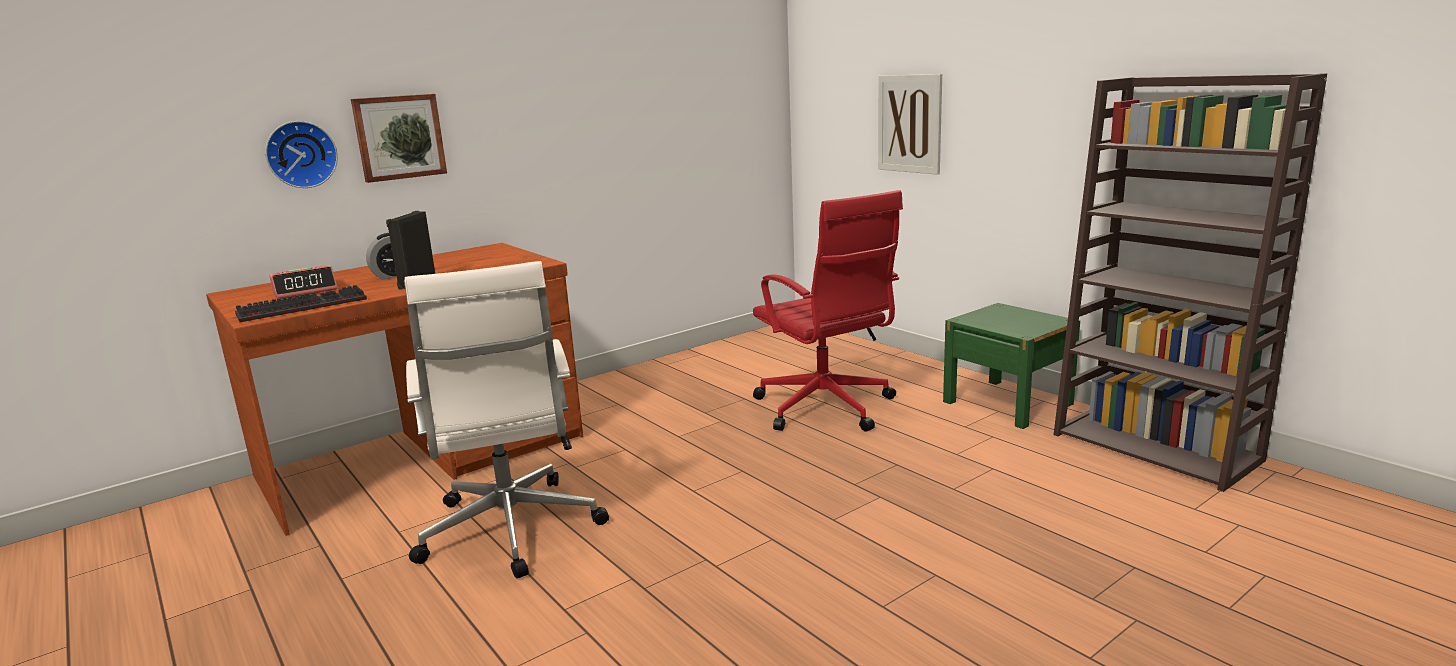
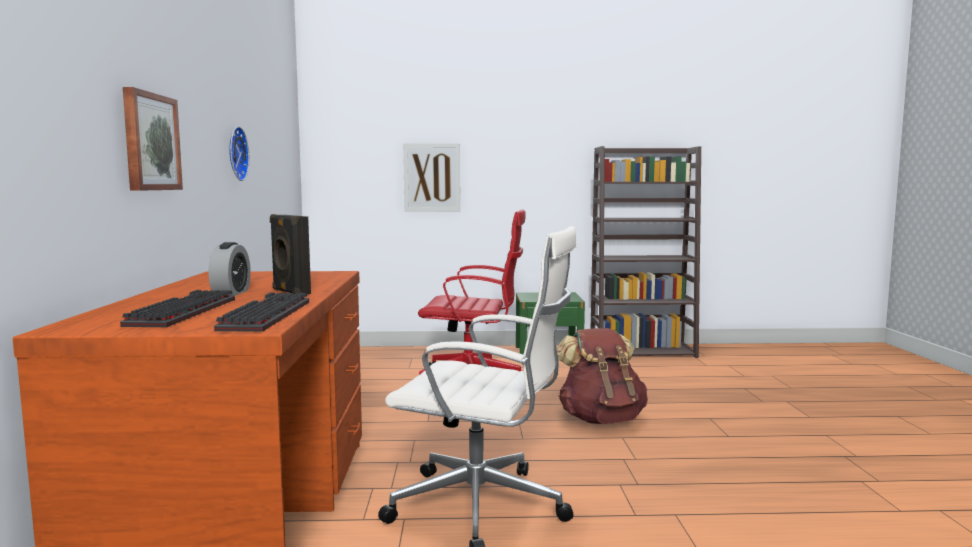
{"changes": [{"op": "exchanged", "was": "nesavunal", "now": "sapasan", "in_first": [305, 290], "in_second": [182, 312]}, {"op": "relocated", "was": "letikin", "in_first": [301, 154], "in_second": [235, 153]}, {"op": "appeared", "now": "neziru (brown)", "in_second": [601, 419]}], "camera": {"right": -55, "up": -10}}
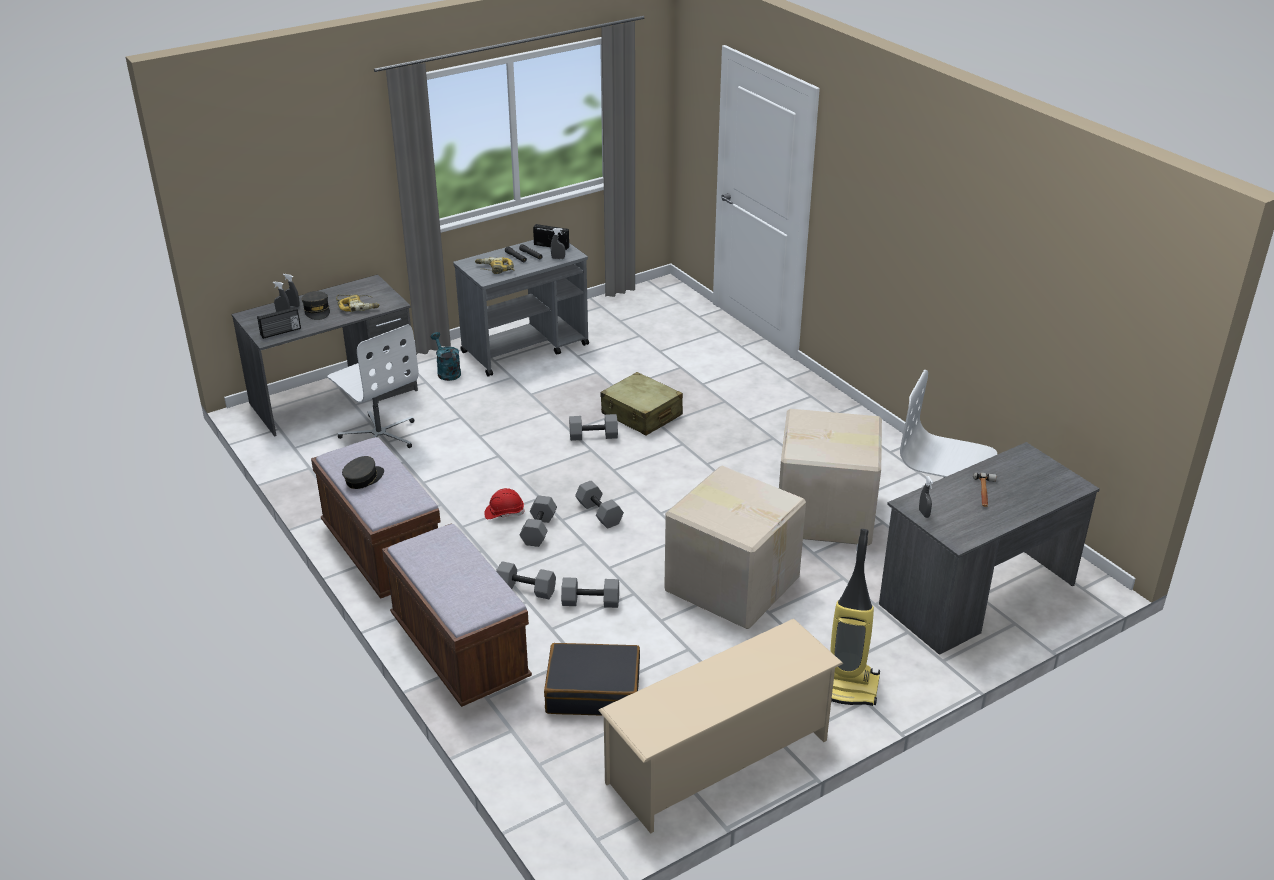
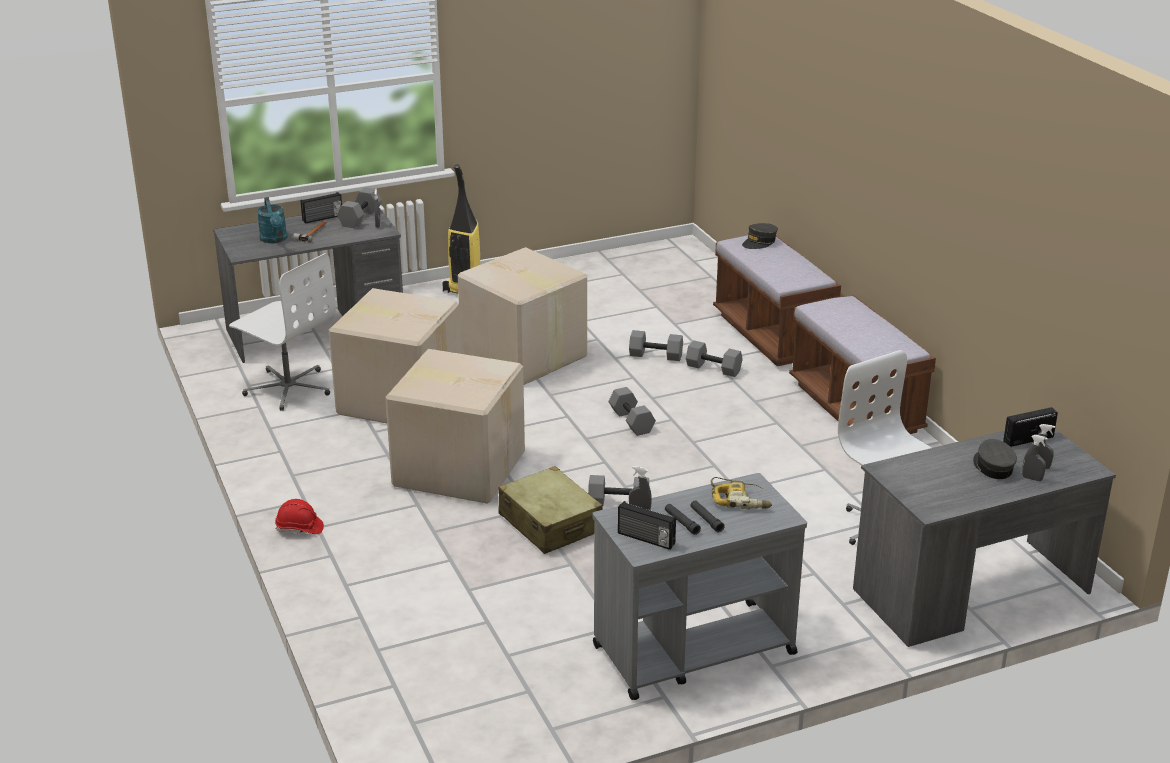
{"changes": [{"op": "relocated", "was": "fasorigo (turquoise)", "in_first": [447, 371], "in_second": [274, 240]}, {"op": "relocated", "was": "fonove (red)", "in_first": [504, 513], "in_second": [299, 528]}, {"op": "appeared", "now": "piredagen", "in_second": [323, 218]}, {"op": "relocated", "was": "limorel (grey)", "in_first": [539, 530], "in_second": [360, 217]}, {"op": "appeared", "now": "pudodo", "in_second": [458, 468]}, {"op": "relocated", "was": "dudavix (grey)", "in_first": [364, 478], "in_second": [759, 242]}, {"op": "missing", "was": "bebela", "in_first": [358, 306]}, {"op": "missing", "was": "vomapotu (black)", "in_first": [593, 690]}, {"op": "missing", "was": "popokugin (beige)", "in_first": [719, 761]}], "camera": {"right": -170, "up": -5}}
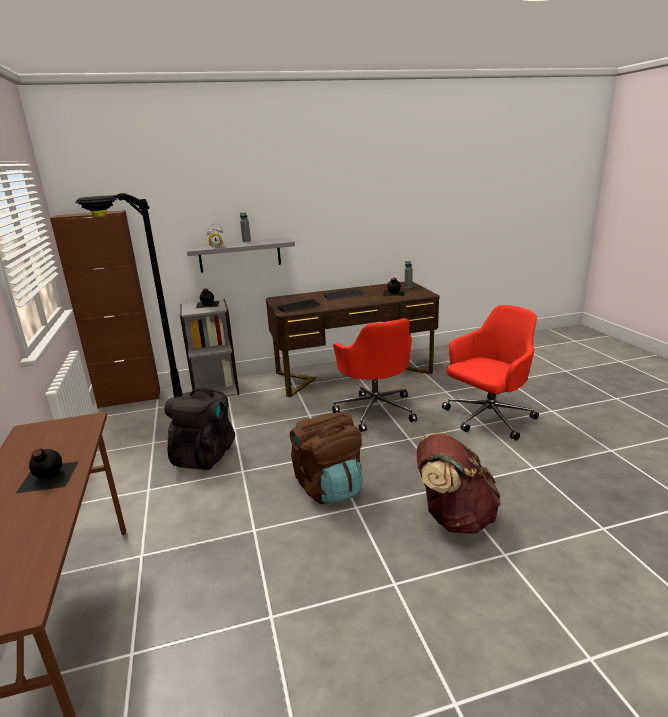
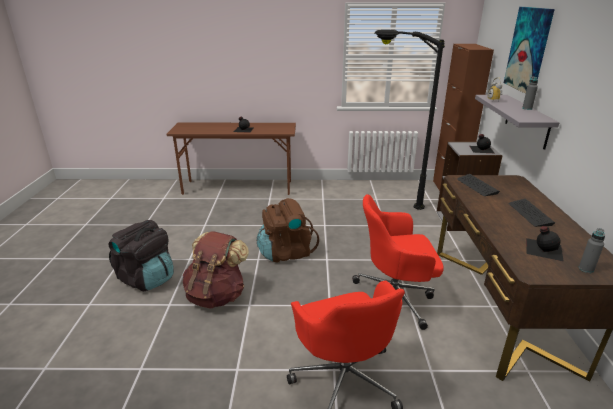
{"changes": [{"op": "relocated", "was": "neziru (black)", "in_first": [205, 454], "in_second": [147, 278]}, {"op": "appeared", "now": "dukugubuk", "in_second": [528, 50]}], "camera": {"right": 105, "up": 5}}
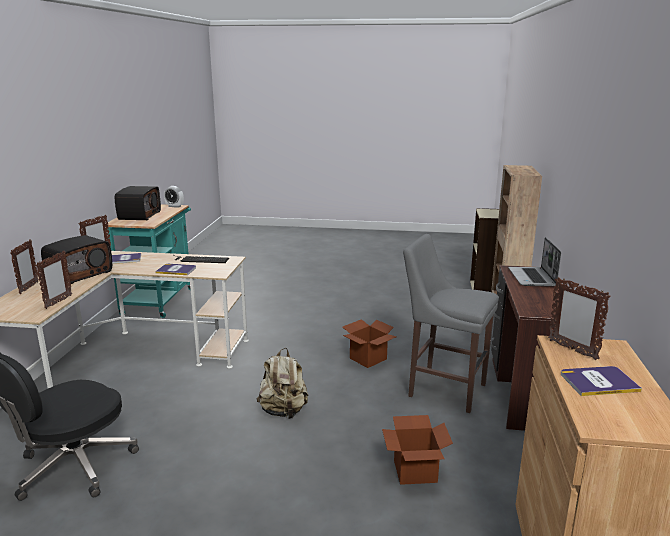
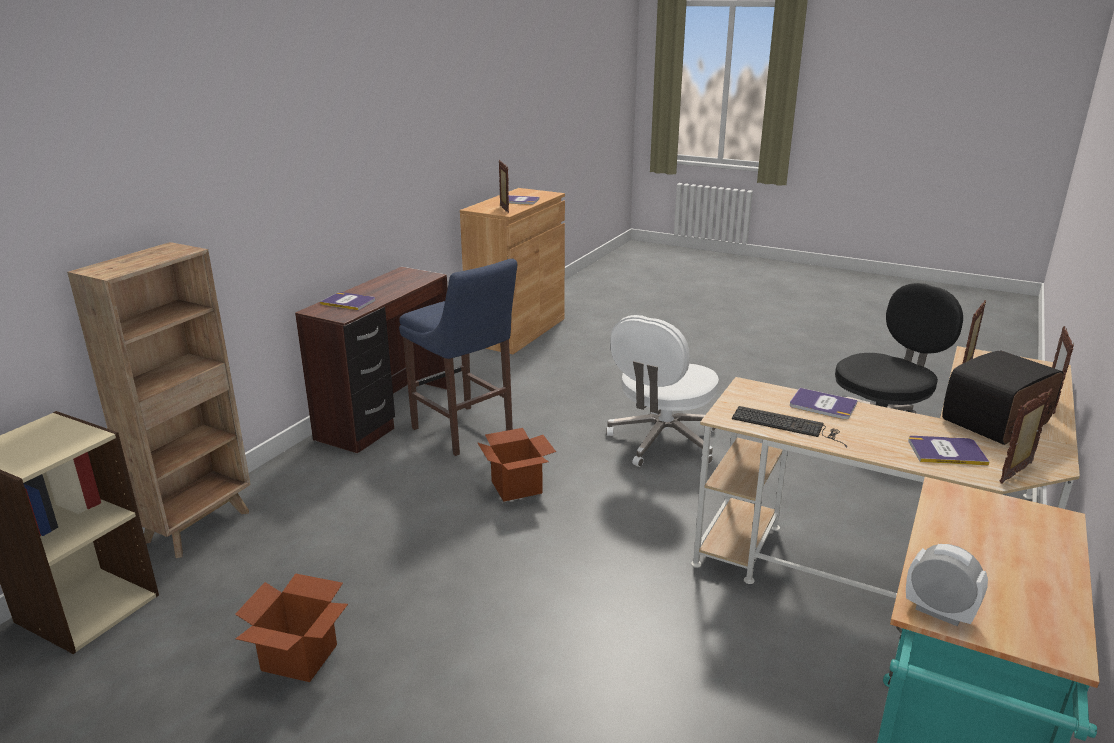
{"changes": [{"op": "relocated", "was": "pudodo", "in_first": [415, 471], "in_second": [299, 658]}, {"op": "exchanged", "was": "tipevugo", "now": "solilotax", "in_first": [532, 278], "in_second": [348, 302]}, {"op": "colour", "was": "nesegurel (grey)", "now": "nesegurel (blue)", "in_first": [443, 389], "in_second": [465, 432]}, {"op": "exchanged", "was": "neziru (beige)", "now": "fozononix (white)", "in_first": [283, 411], "in_second": [662, 442]}, {"op": "missing", "was": "piredagen", "in_first": [139, 215]}], "camera": {"right": -160, "up": 5}}
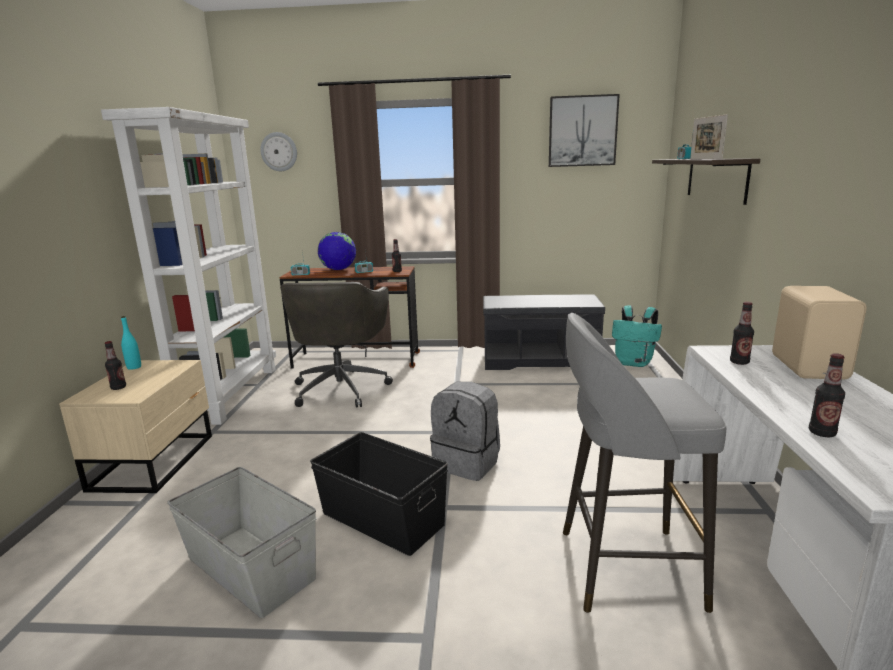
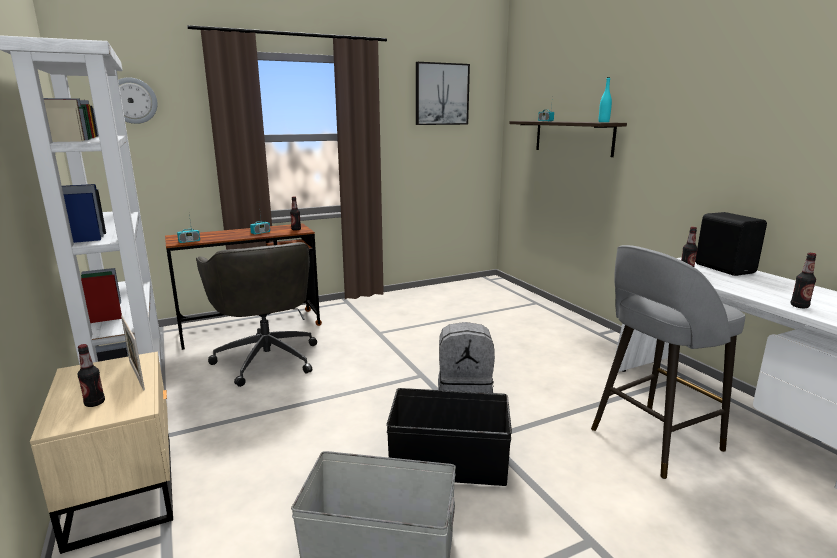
{"changes": [{"op": "relocated", "was": "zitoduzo", "in_first": [705, 158], "in_second": [136, 375]}, {"op": "relocated", "was": "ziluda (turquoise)", "in_first": [134, 367], "in_second": [603, 122]}, {"op": "colour", "was": "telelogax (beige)", "now": "telelogax (black)", "in_first": [810, 367], "in_second": [724, 268]}, {"op": "missing", "was": "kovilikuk", "in_first": [338, 269]}, {"op": "missing", "was": "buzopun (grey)", "in_first": [540, 360]}, {"op": "missing", "was": "neziru (turquoise)", "in_first": [634, 363]}], "camera": {"right": -30, "up": 0}}
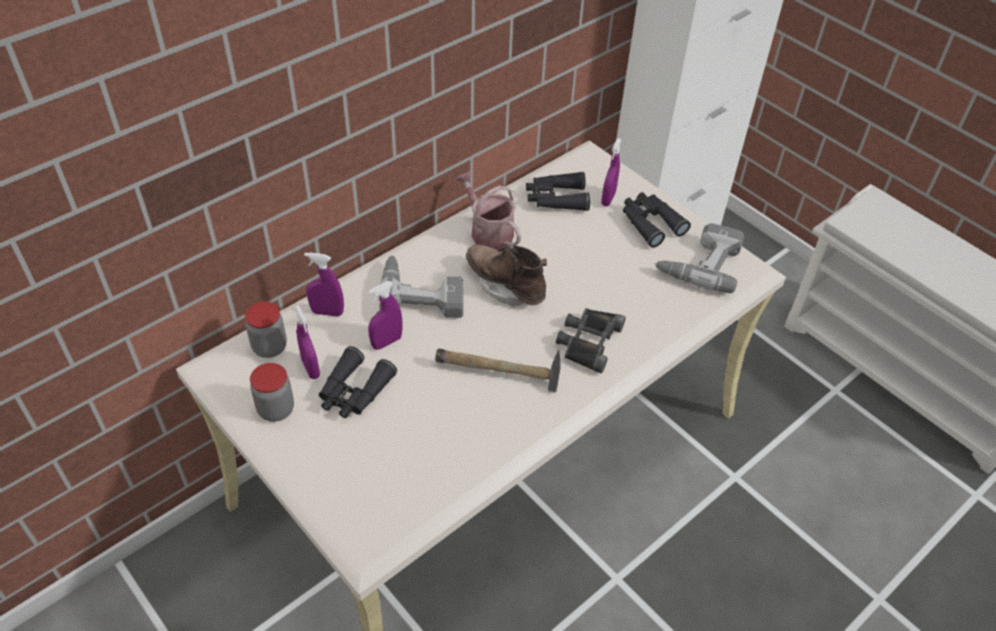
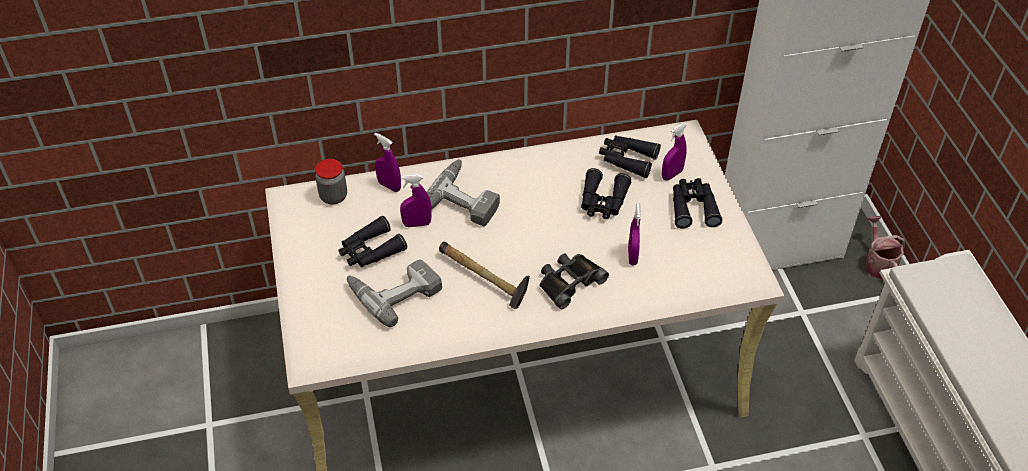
{"changes": [{"op": "relocated", "was": "bebela", "in_first": [699, 263], "in_second": [394, 291]}, {"op": "appeared", "now": "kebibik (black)", "in_second": [603, 202]}, {"op": "relocated", "was": "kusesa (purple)", "in_first": [310, 368], "in_second": [632, 256]}, {"op": "relocated", "was": "fasorigo", "in_first": [488, 232], "in_second": [878, 263]}, {"op": "missing", "was": "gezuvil", "in_first": [276, 409]}, {"op": "missing", "was": "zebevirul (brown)", "in_first": [505, 286]}], "camera": {"right": 30, "up": 0}}
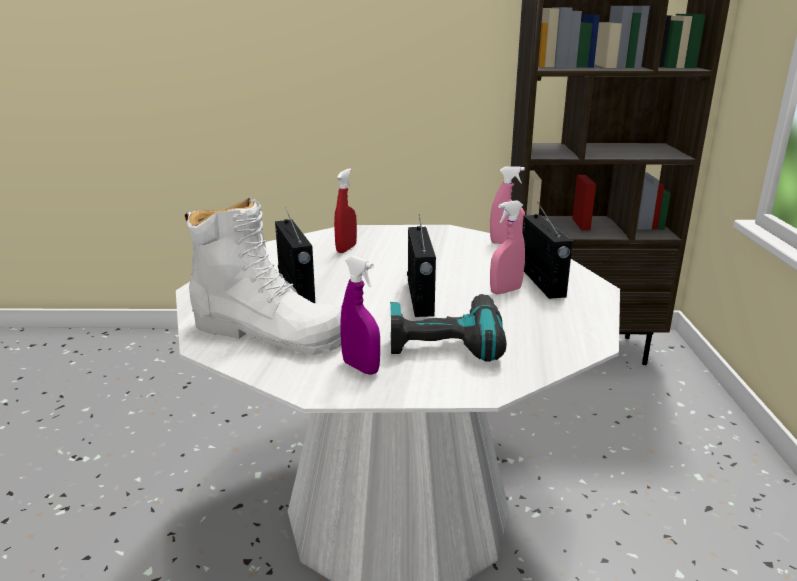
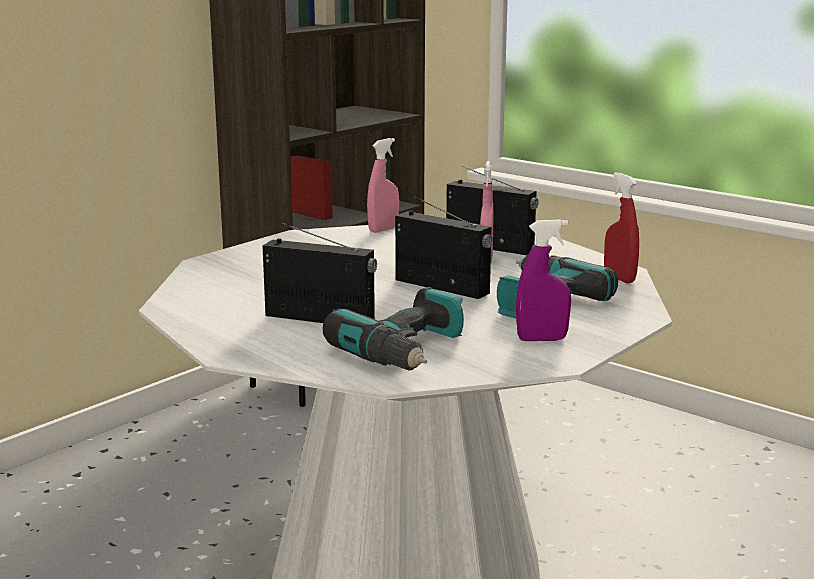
{"changes": [{"op": "exchanged", "was": "zebevirul (white)", "now": "bebela", "in_first": [269, 332], "in_second": [408, 352]}, {"op": "relocated", "was": "kusesa (red)", "in_first": [346, 249], "in_second": [619, 278]}], "camera": {"right": -50, "up": -5}}
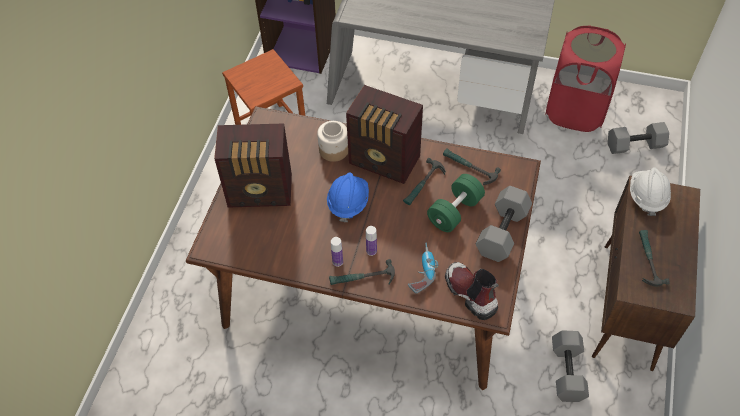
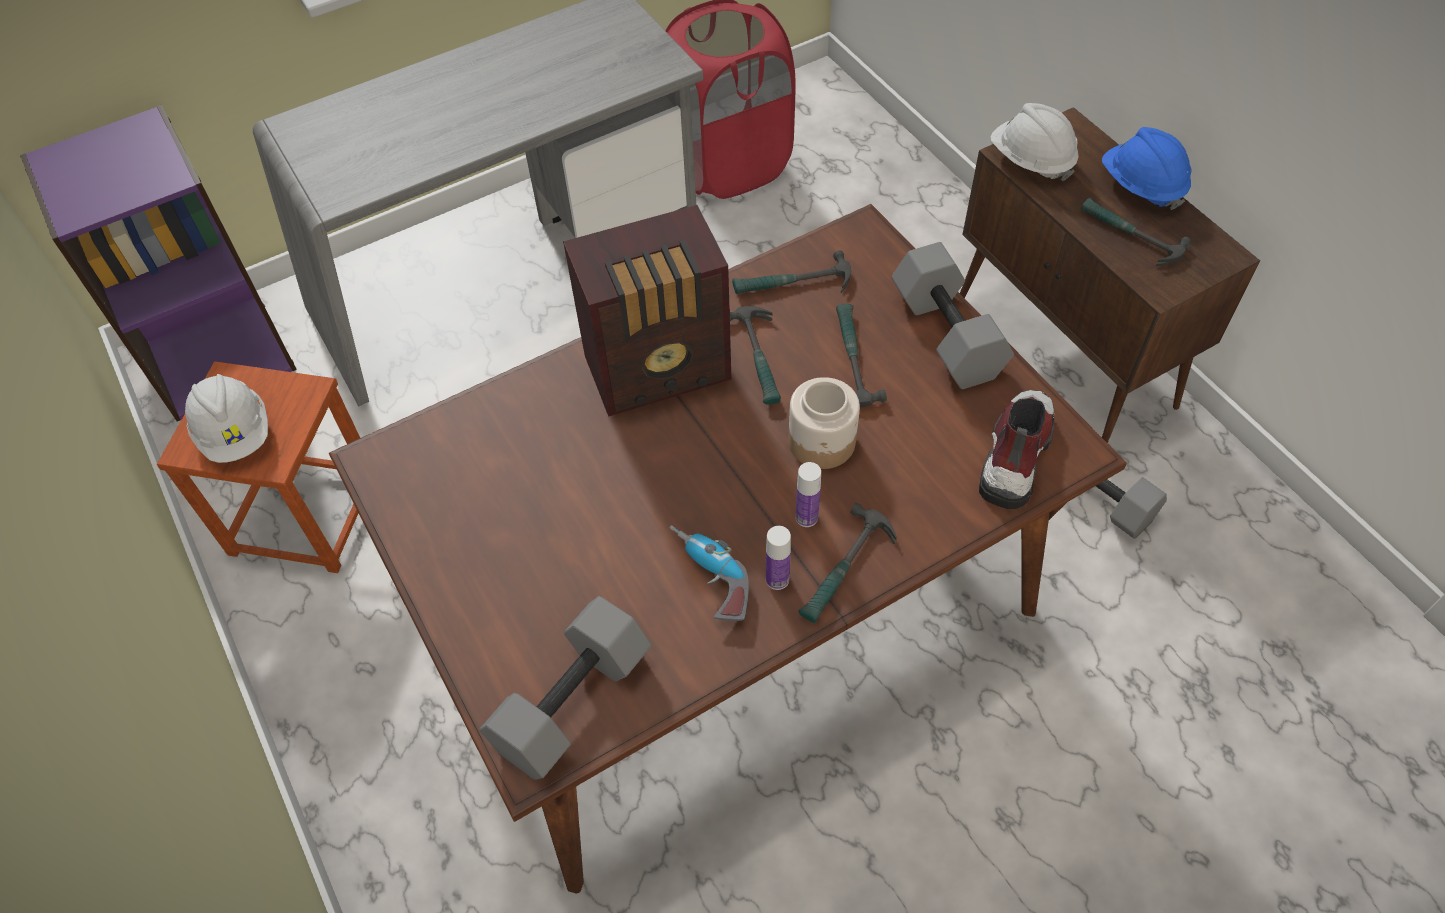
{"changes": [{"op": "appeared", "now": "fonove (white)", "in_second": [235, 433]}, {"op": "relocated", "was": "limorel (grey)", "in_first": [634, 146], "in_second": [573, 705]}, {"op": "relocated", "was": "bebela", "in_first": [422, 271], "in_second": [708, 578]}, {"op": "relocated", "was": "gezuvil", "in_first": [333, 150], "in_second": [822, 442]}, {"op": "exchanged", "was": "limorel (green)", "now": "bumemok", "in_first": [455, 211], "in_second": [850, 359]}, {"op": "spun", "was": "zebevirul", "in_first": [469, 293], "in_second": [1014, 455], "clockwise": 105}, {"op": "relocated", "was": "fonove (blue)", "in_first": [348, 202], "in_second": [1141, 186]}, {"op": "missing", "was": "piredagen", "in_first": [261, 192]}], "camera": {"right": -45, "up": 0}}
